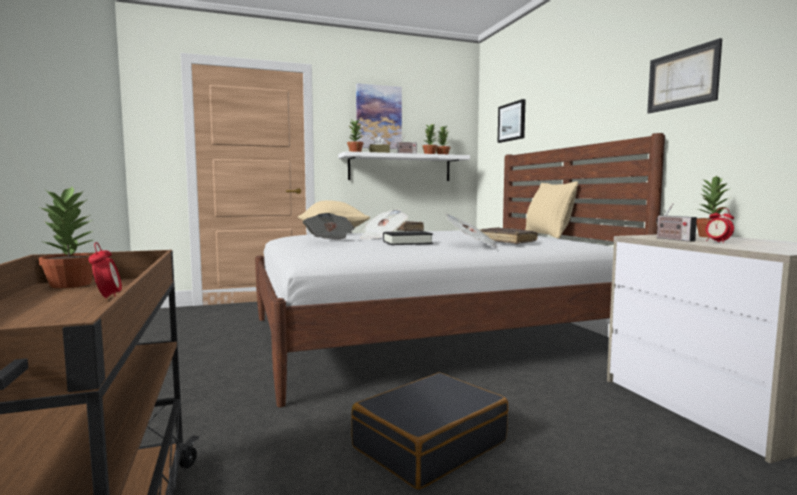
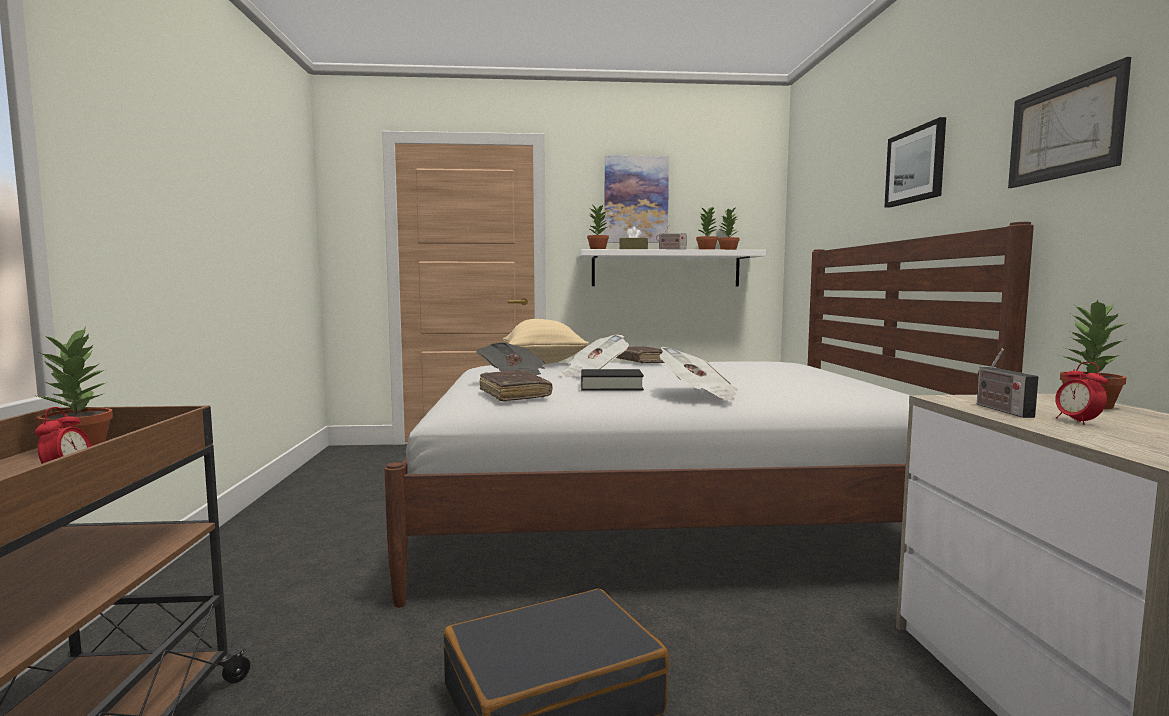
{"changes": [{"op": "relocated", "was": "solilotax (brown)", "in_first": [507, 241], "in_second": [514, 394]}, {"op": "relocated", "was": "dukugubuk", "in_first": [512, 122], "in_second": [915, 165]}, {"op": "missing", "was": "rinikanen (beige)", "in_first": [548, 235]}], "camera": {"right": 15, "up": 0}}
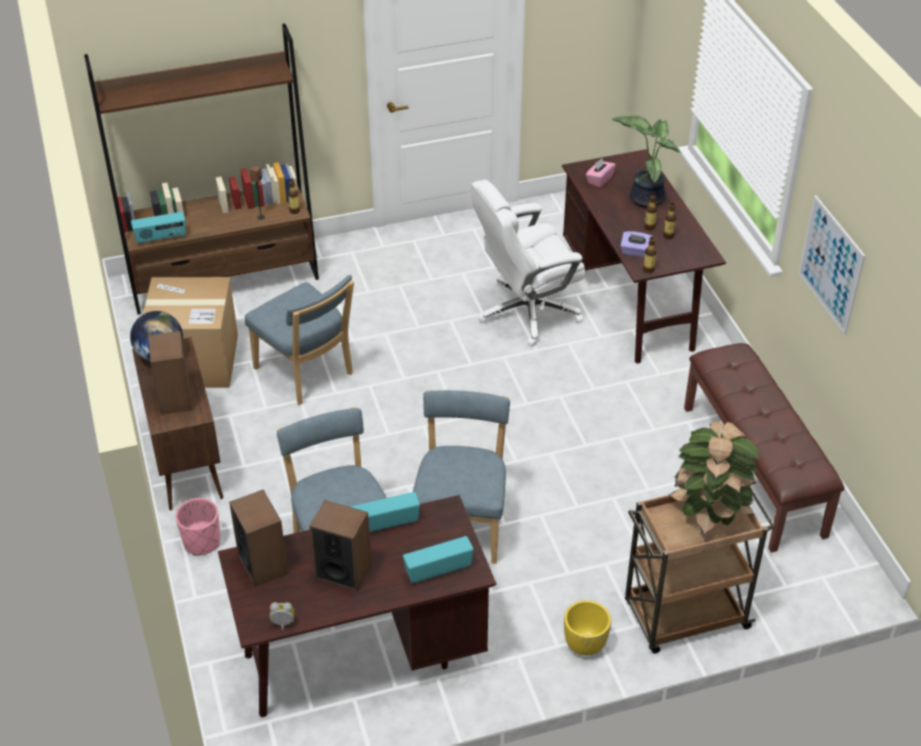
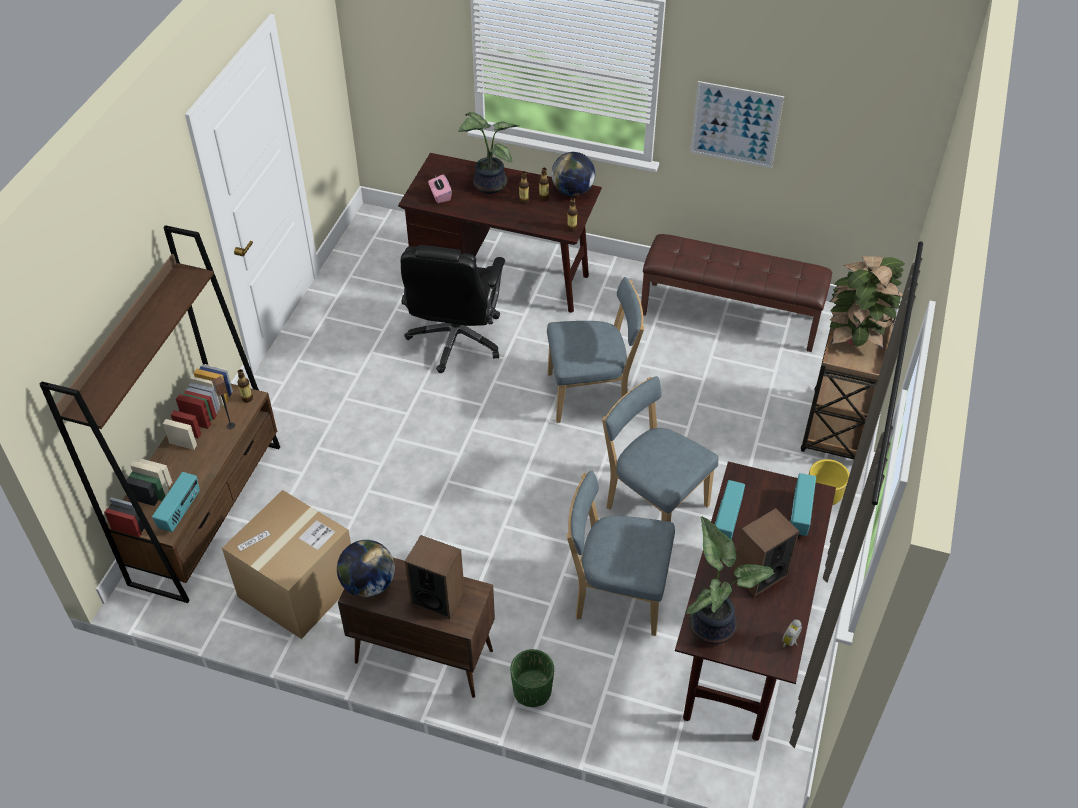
{"changes": [{"op": "colour", "was": "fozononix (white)", "now": "fozononix (black)", "in_first": [526, 311], "in_second": [456, 340]}, {"op": "colour", "was": "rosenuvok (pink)", "now": "rosenuvok (green)", "in_first": [201, 542], "in_second": [532, 691]}, {"op": "relocated", "was": "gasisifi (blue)", "in_first": [306, 373], "in_second": [591, 394]}, {"op": "appeared", "now": "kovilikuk", "in_second": [573, 191]}, {"op": "exchanged", "was": "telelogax", "now": "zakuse", "in_first": [263, 564], "in_second": [713, 624]}, {"op": "missing", "was": "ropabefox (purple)", "in_first": [635, 252]}], "camera": {"right": -55, "up": 5}}
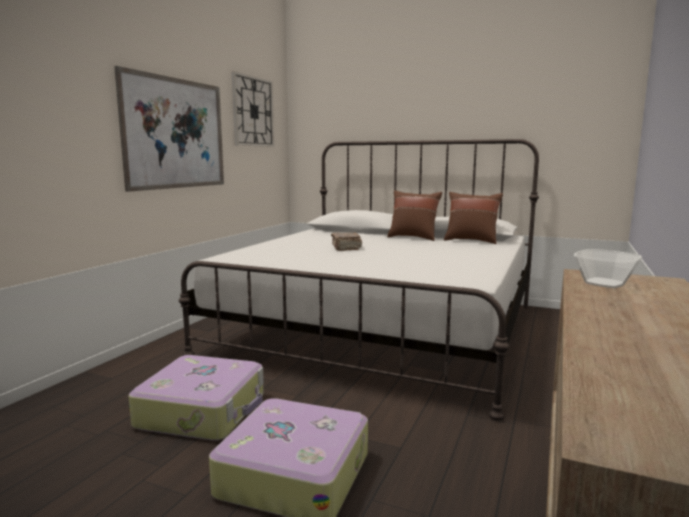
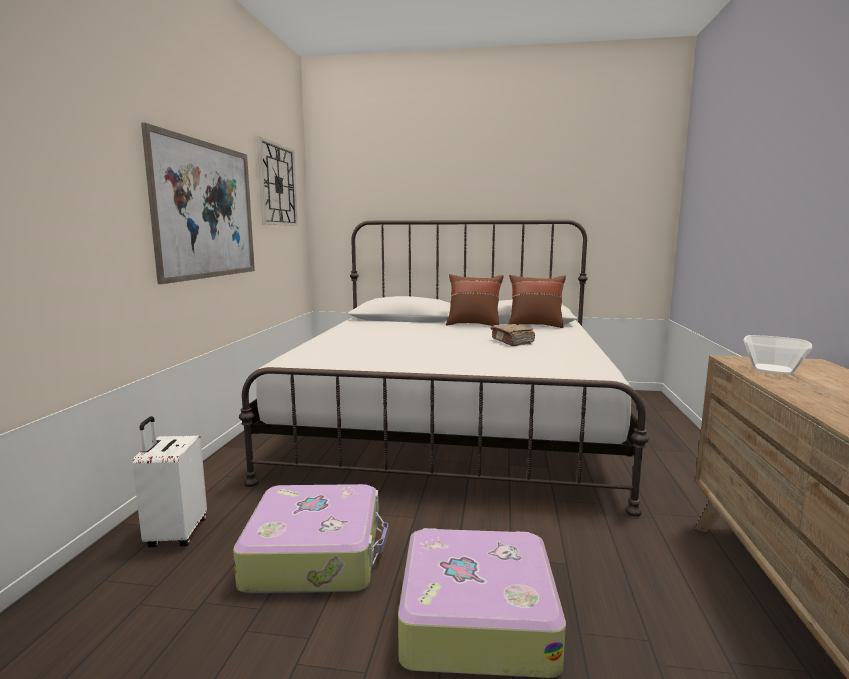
{"changes": [{"op": "appeared", "now": "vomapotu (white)", "in_second": [175, 534]}, {"op": "relocated", "was": "solilotax (brown)", "in_first": [346, 248], "in_second": [512, 342]}], "camera": {"right": -15, "up": 0}}
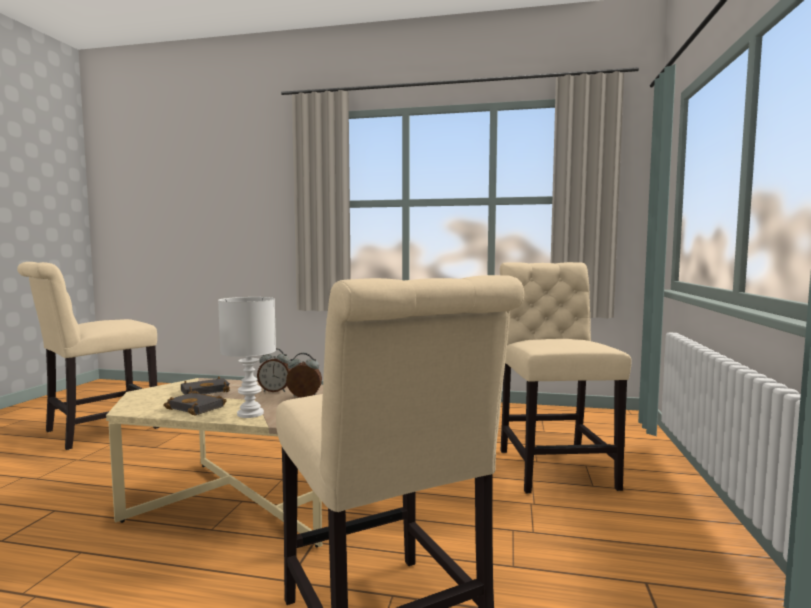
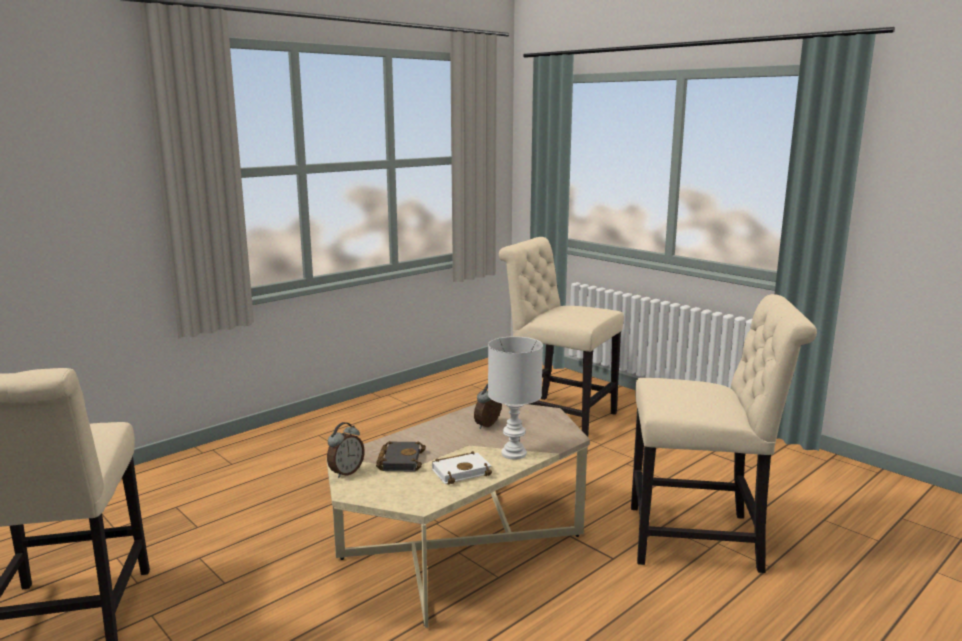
{"changes": [{"op": "relocated", "was": "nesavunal", "in_first": [275, 391], "in_second": [346, 472]}, {"op": "colour", "was": "solilotax (black)", "now": "solilotax (white)", "in_first": [198, 407], "in_second": [462, 471]}], "camera": {"right": -55, "up": 10}}
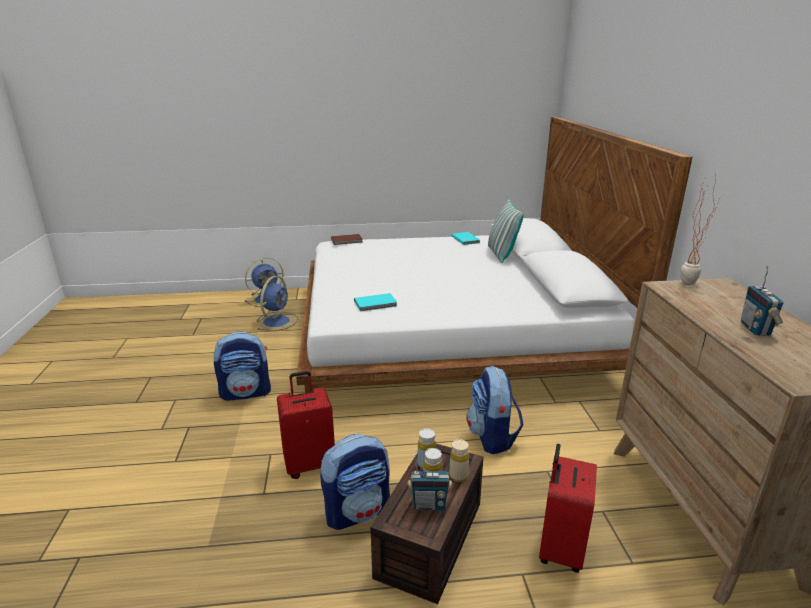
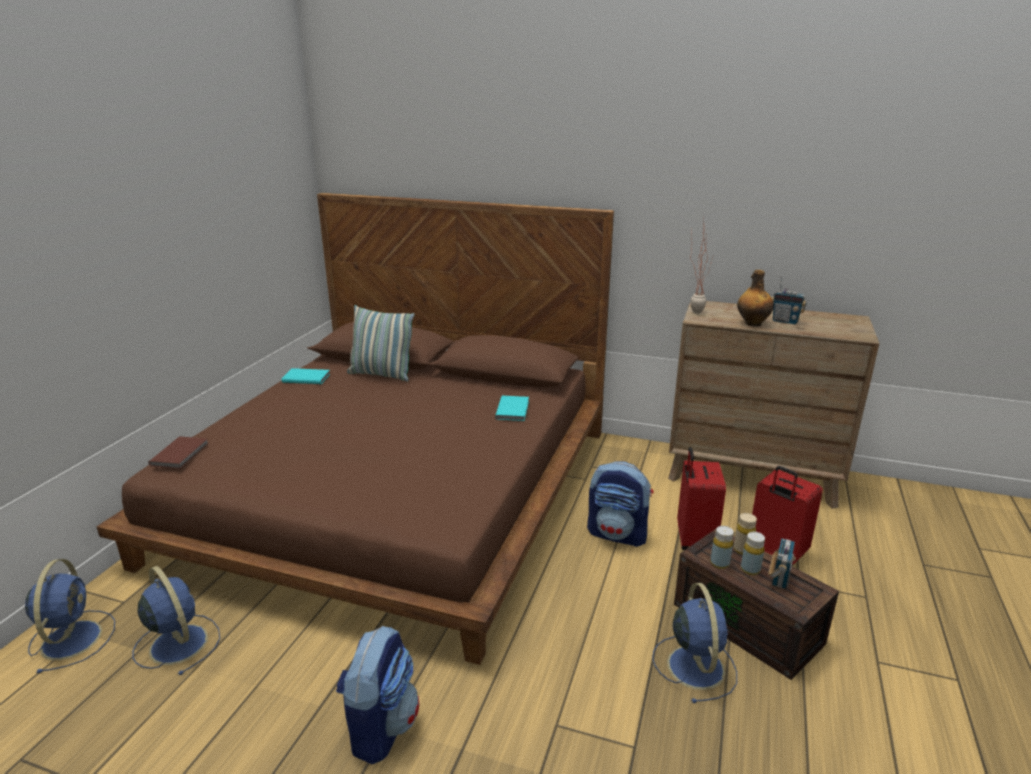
{"changes": [{"op": "colour", "was": "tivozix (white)", "now": "tivozix (brown)", "in_first": [448, 331], "in_second": [395, 492]}, {"op": "relocated", "was": "solilotax (turquoise)", "in_first": [376, 304], "in_second": [513, 409]}, {"op": "exchanged", "was": "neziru", "now": "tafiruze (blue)", "in_first": [358, 511], "in_second": [695, 665]}, {"op": "relocated", "was": "vomapotu (red)", "in_first": [310, 464], "in_second": [693, 539]}, {"op": "appeared", "now": "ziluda", "in_second": [752, 323]}], "camera": {"right": -65, "up": 0}}
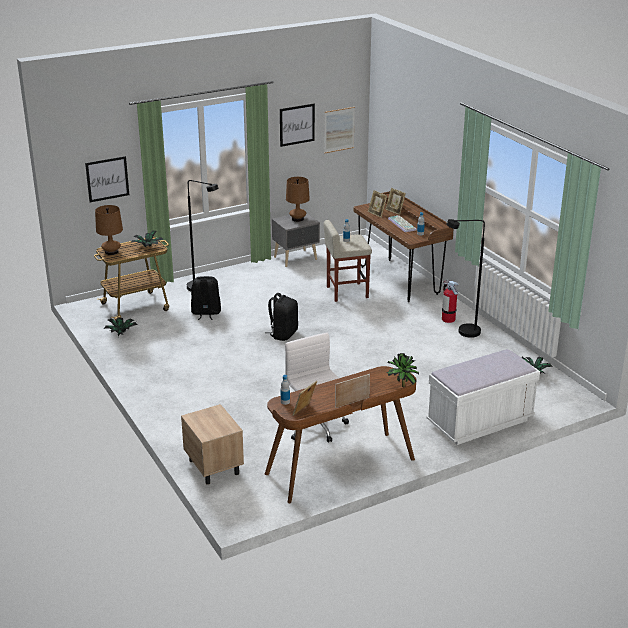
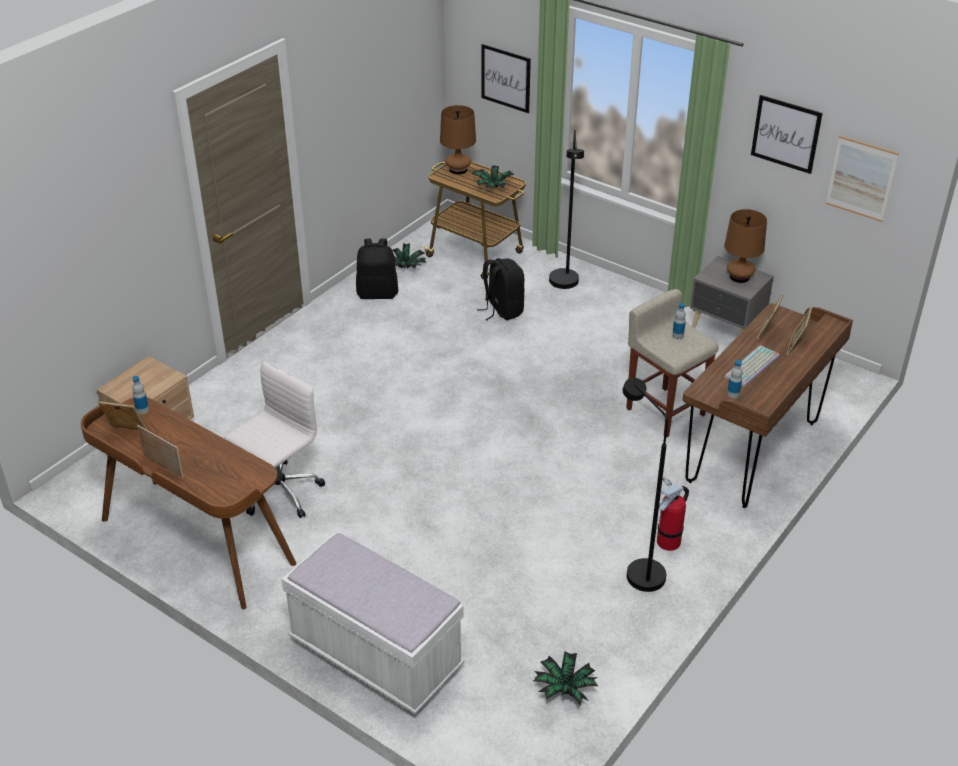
{"changes": [{"op": "relocated", "was": "neziru (black)", "in_first": [283, 334], "in_second": [377, 293]}, {"op": "missing", "was": "zakuse", "in_first": [401, 387]}], "camera": {"right": 65, "up": 10}}
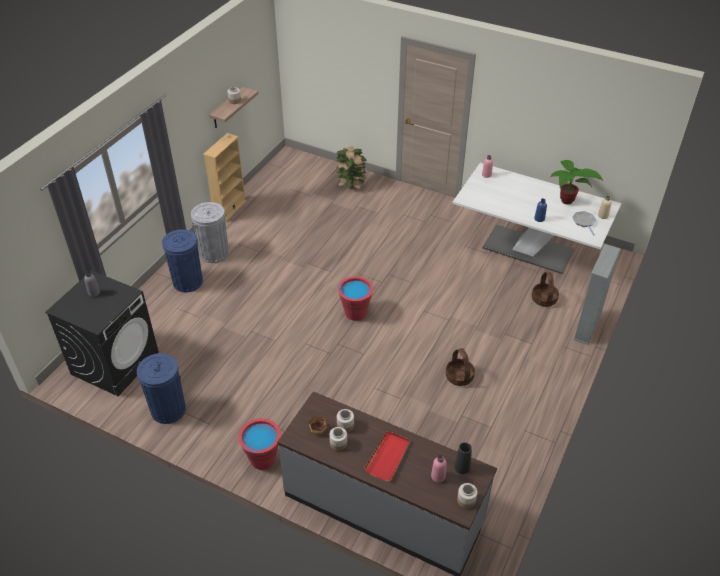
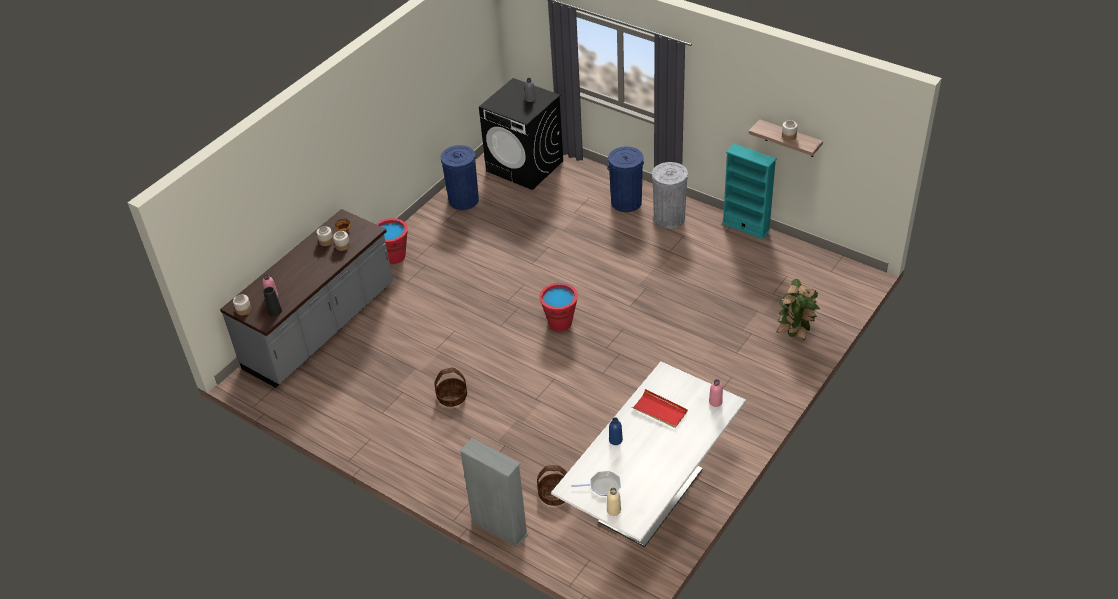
{"changes": [{"op": "relocated", "was": "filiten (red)", "in_first": [388, 457], "in_second": [660, 410]}, {"op": "colour", "was": "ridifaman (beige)", "now": "ridifaman (turquoise)", "in_first": [230, 210], "in_second": [746, 227]}, {"op": "missing", "was": "zakuse", "in_first": [566, 202]}], "camera": {"right": 100, "up": 0}}
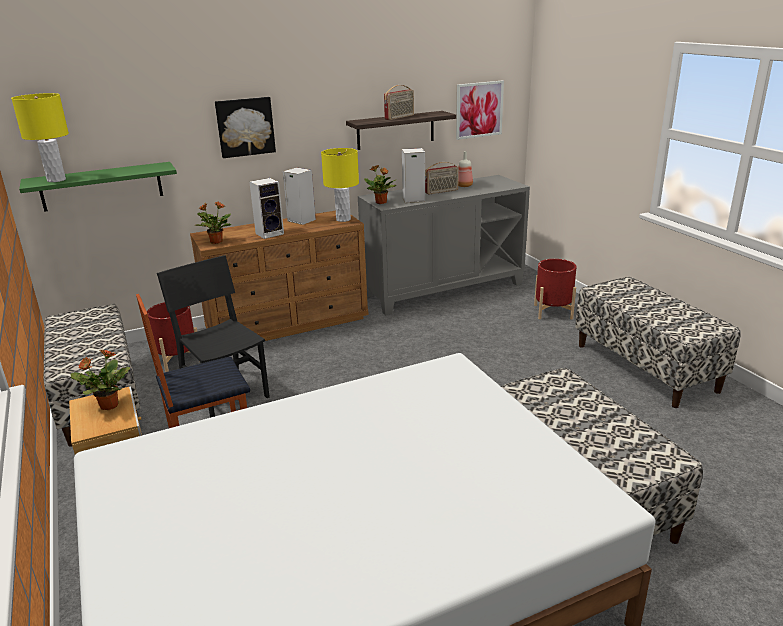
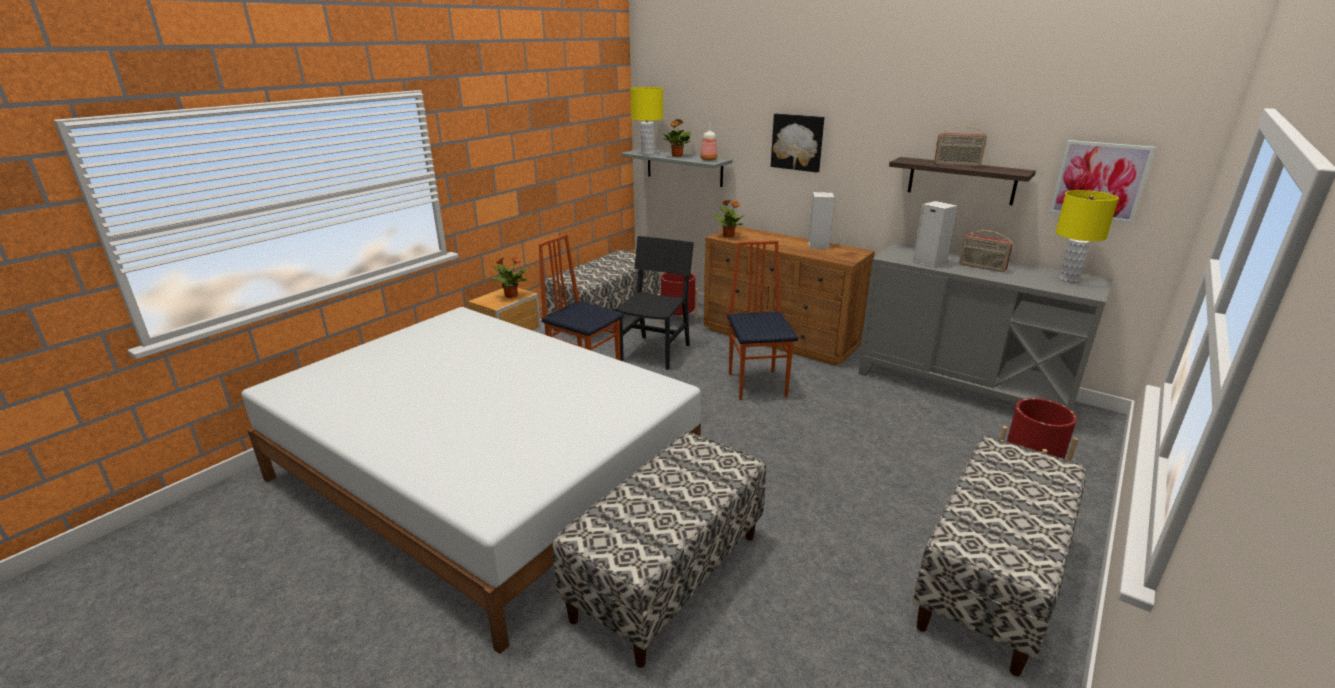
{"changes": [{"op": "colour", "was": "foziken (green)", "now": "foziken (grey)", "in_first": [102, 186], "in_second": [684, 167]}, {"op": "relocated", "was": "zakuse", "in_first": [381, 202], "in_second": [677, 156]}, {"op": "relocated", "was": "ziluda", "in_first": [464, 186], "in_second": [708, 160]}, {"op": "appeared", "now": "gasisifi", "in_second": [758, 384]}, {"op": "relocated", "was": "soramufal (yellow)", "in_first": [343, 219], "in_second": [1068, 279]}, {"op": "missing", "was": "telelogax", "in_first": [270, 233]}], "camera": {"right": 60, "up": 0}}
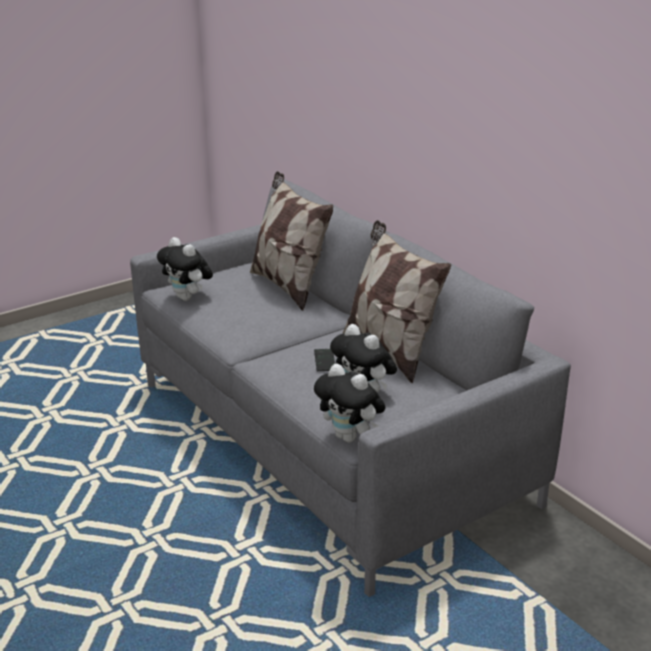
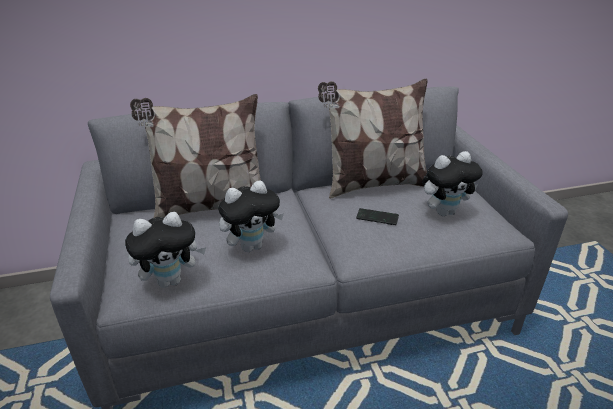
{"changes": [{"op": "relocated", "was": "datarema", "in_first": [350, 437], "in_second": [252, 246]}], "camera": {"right": -70, "up": 5}}
